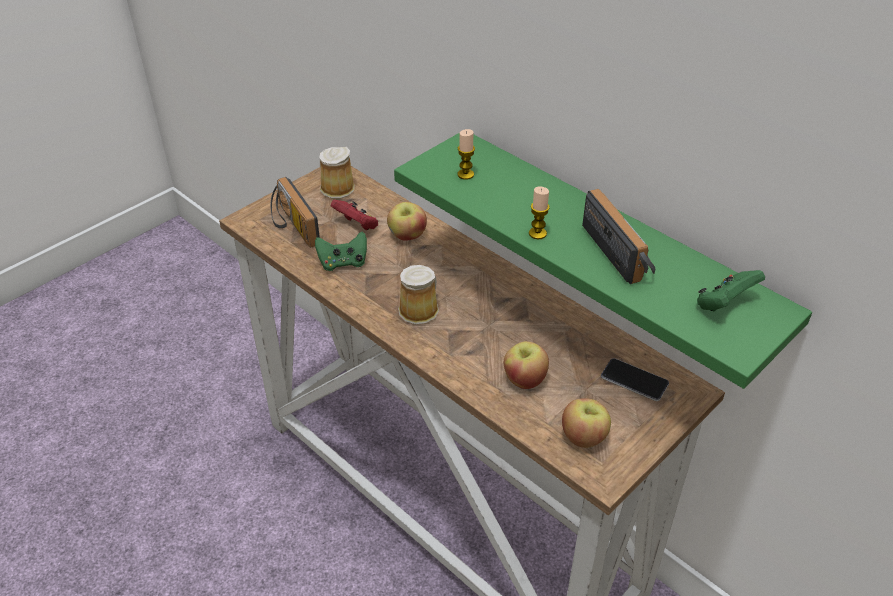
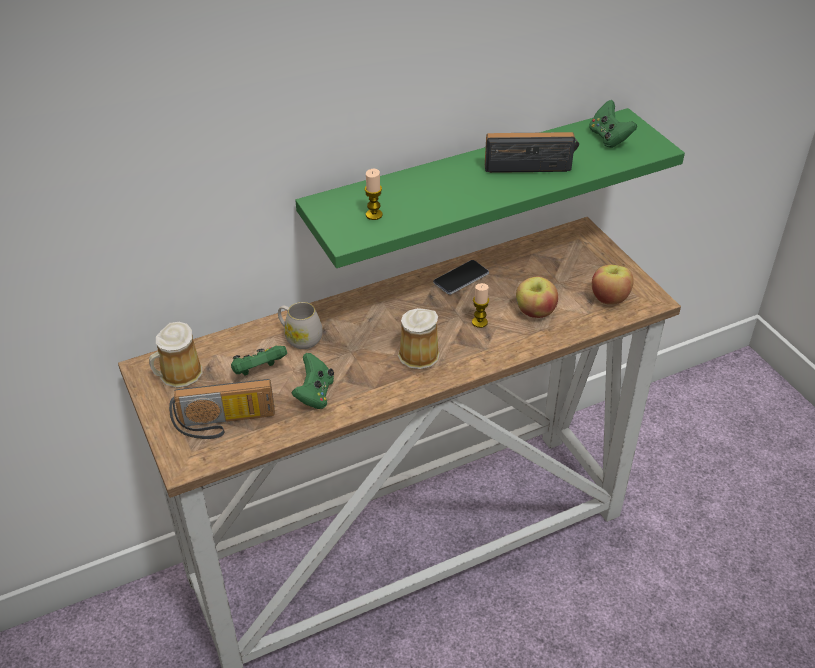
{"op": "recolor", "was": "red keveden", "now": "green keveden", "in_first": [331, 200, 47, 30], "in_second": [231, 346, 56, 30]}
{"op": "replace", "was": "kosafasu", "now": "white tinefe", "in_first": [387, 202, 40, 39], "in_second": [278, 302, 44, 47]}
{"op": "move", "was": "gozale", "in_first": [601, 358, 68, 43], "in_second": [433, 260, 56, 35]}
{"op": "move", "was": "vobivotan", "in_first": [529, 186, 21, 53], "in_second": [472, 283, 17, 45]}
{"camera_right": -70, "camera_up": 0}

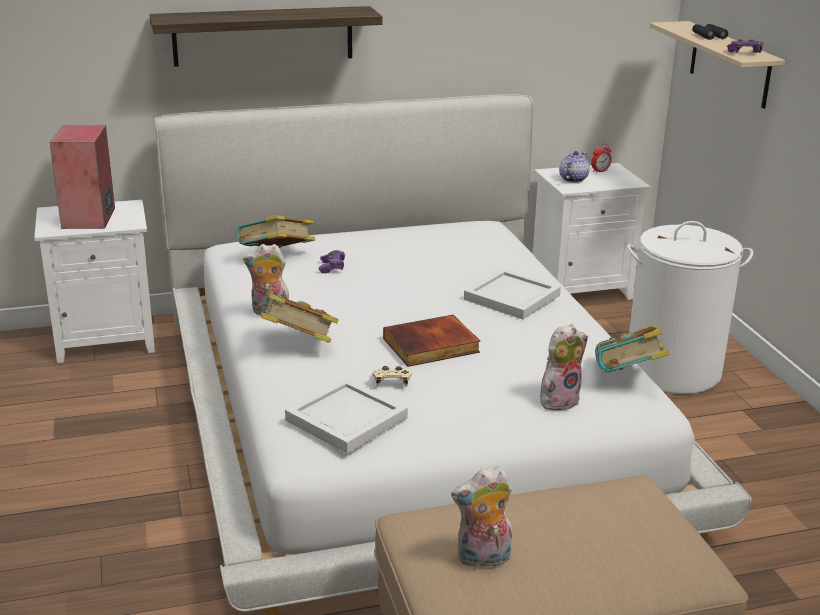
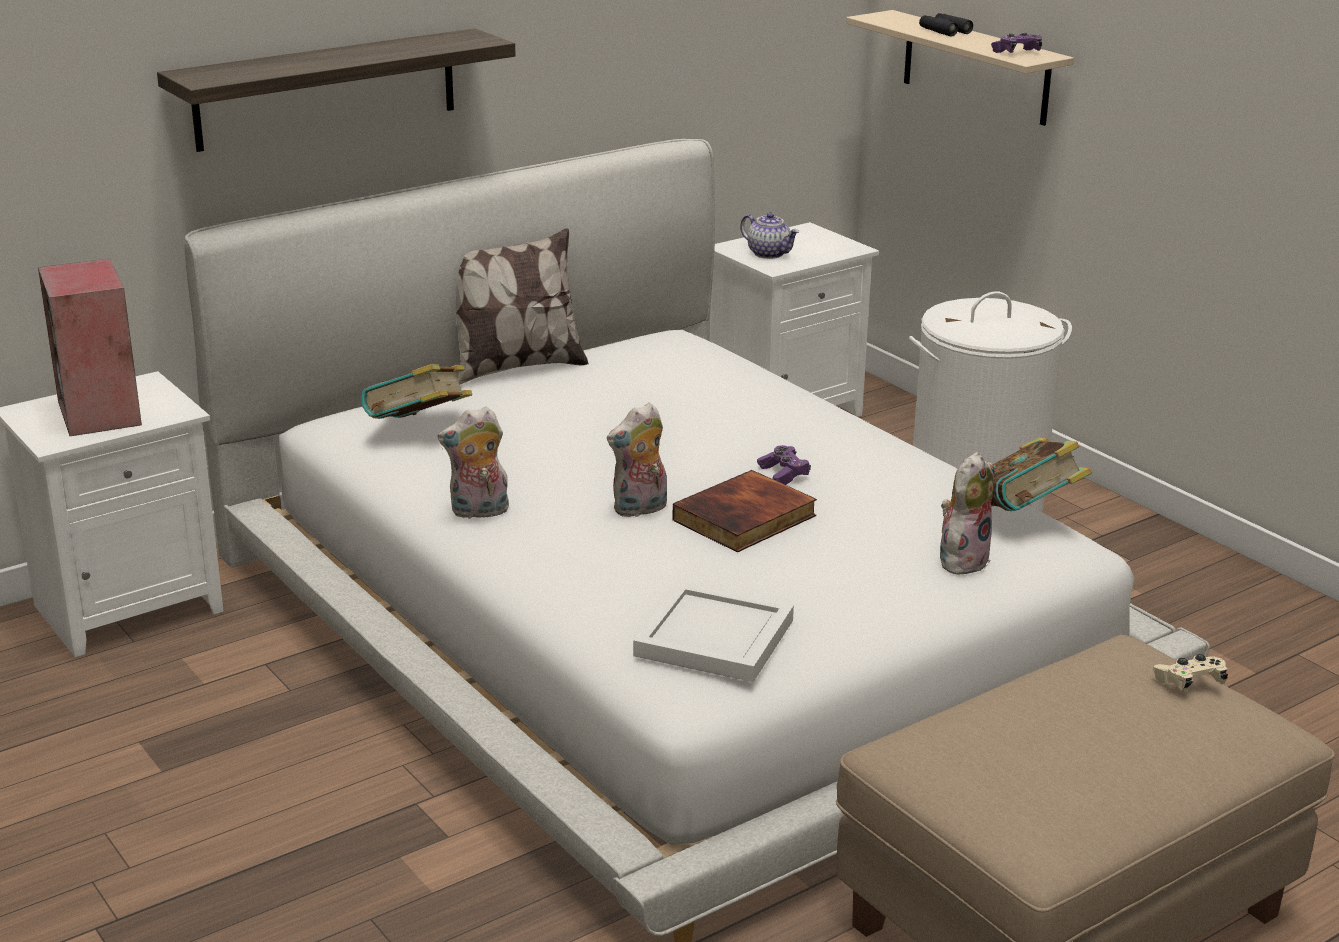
{"op": "insert", "now": "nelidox", "in_second": [455, 228, 134, 157]}
{"op": "move", "was": "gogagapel", "in_first": [451, 467, 61, 101], "in_second": [607, 403, 60, 115]}
{"op": "rotate", "was": "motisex", "in_first": [559, 151, 31, 32], "in_second": [740, 212, 59, 47], "clockwise": 120}
{"op": "move", "was": "purple keveden", "in_first": [319, 250, 26, 23], "in_second": [757, 445, 54, 40]}
{"op": "move", "was": "beige keveden", "in_first": [372, 366, 40, 21], "in_second": [1152, 654, 76, 39]}
{"op": "delete", "was": "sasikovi", "in_first": [256, 292, 83, 51]}
{"op": "delete", "was": "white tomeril", "in_first": [464, 269, 97, 51]}
{"op": "delete", "was": "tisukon", "in_first": [591, 144, 21, 29]}
{"camera_right": -20, "camera_up": 0}

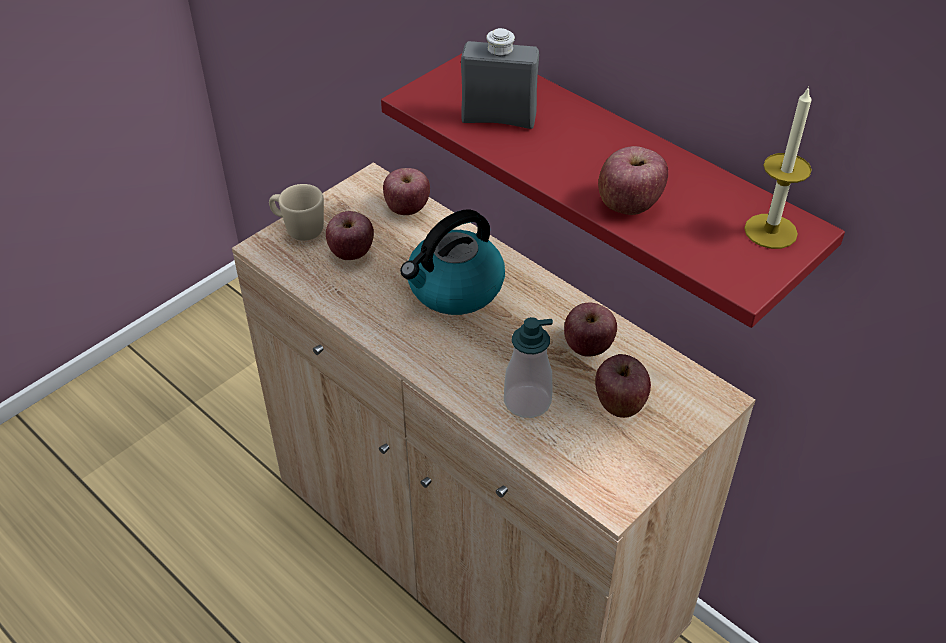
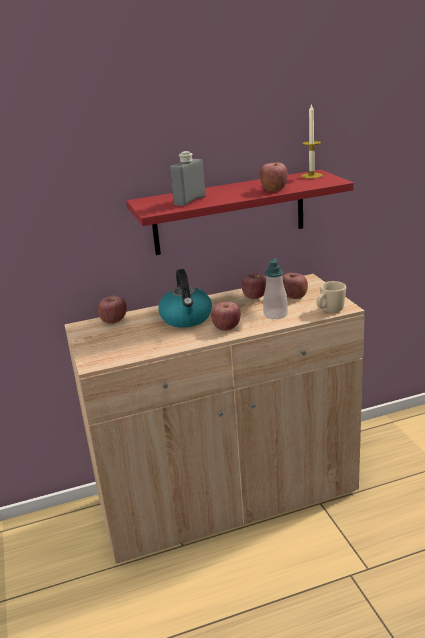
{"op": "move", "was": "kosafasu", "in_first": [326, 211, 48, 49], "in_second": [211, 302, 30, 29]}
{"op": "move", "was": "beige tinefe", "in_first": [269, 184, 55, 57], "in_second": [317, 281, 29, 32]}
{"camera_right": -60, "camera_up": -20}

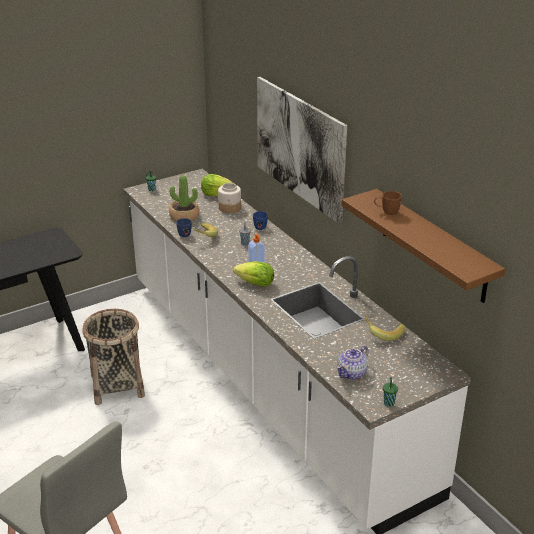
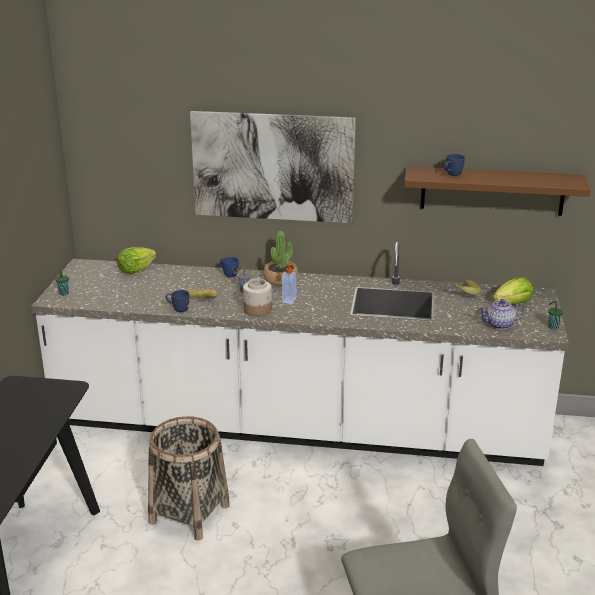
{"op": "move", "was": "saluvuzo", "in_first": [218, 183, 23, 30], "in_second": [243, 278, 29, 38]}
{"op": "move", "was": "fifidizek", "in_first": [169, 175, 30, 46], "in_second": [263, 231, 35, 55]}
{"op": "recolor", "was": "brown tinefe", "now": "blue tinefe", "in_first": [374, 191, 28, 24], "in_second": [444, 154, 21, 22]}
{"op": "rotate", "was": "motisex", "in_first": [337, 346, 32, 34], "in_second": [478, 299, 47, 31], "clockwise": 90}
{"op": "move", "was": "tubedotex", "in_first": [233, 261, 41, 26], "in_second": [493, 277, 40, 27]}
{"camera_right": -50, "camera_up": -5}

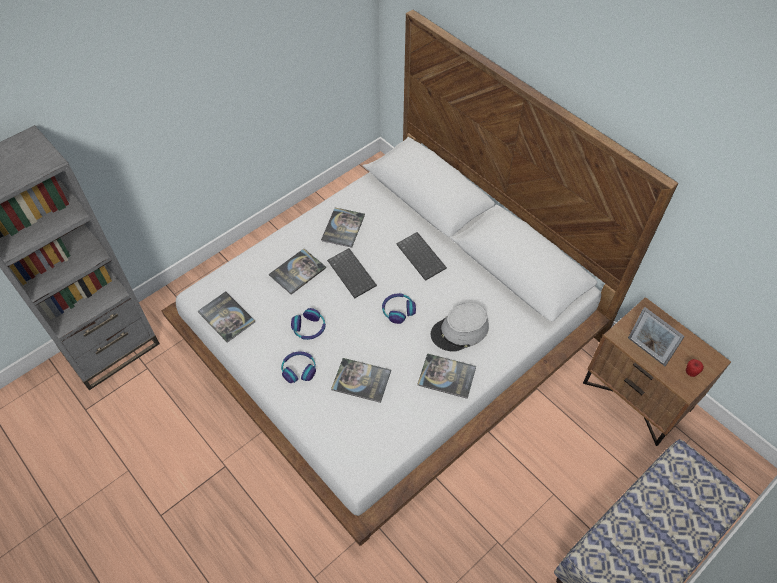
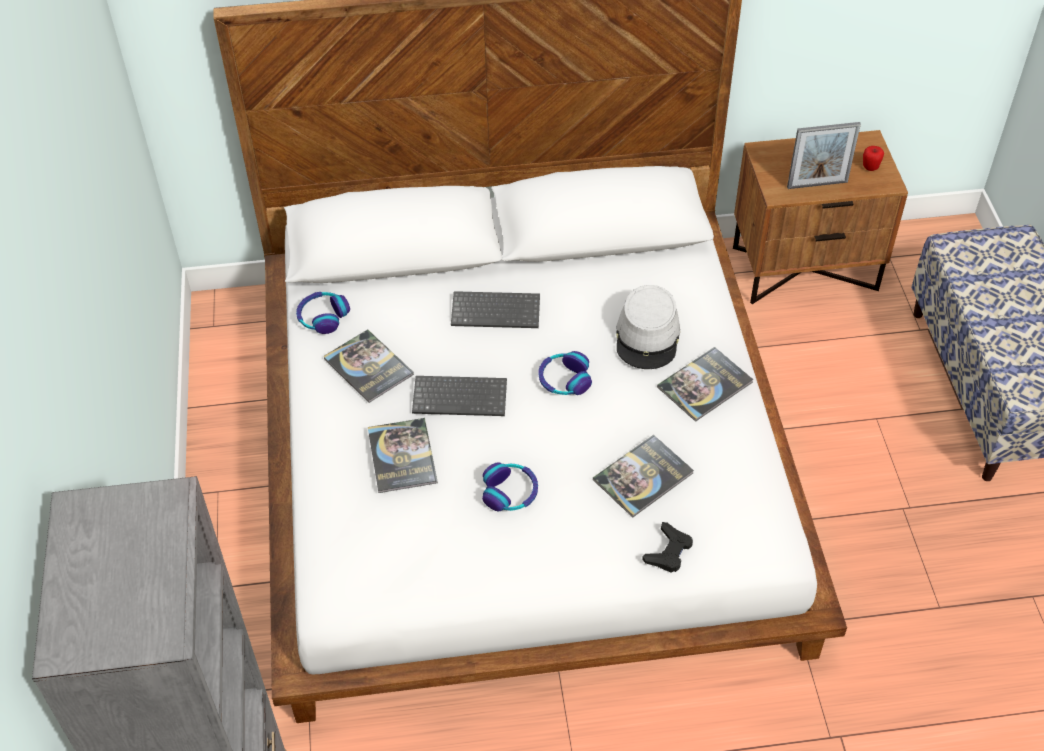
{"op": "move", "was": "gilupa", "in_first": [281, 351, 35, 32], "in_second": [296, 292, 54, 42]}
{"op": "insert", "now": "black keveden", "in_second": [642, 522, 51, 51]}
{"op": "delete", "was": "sasikovi", "in_first": [198, 291, 57, 52]}
{"camera_right": -55, "camera_up": -5}

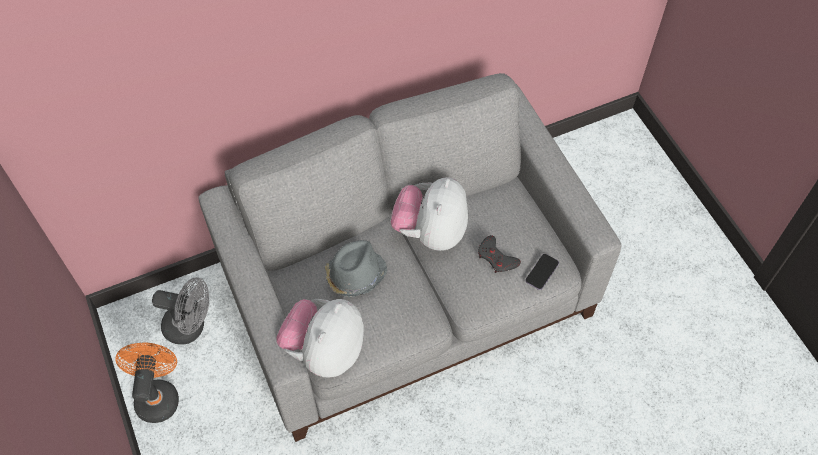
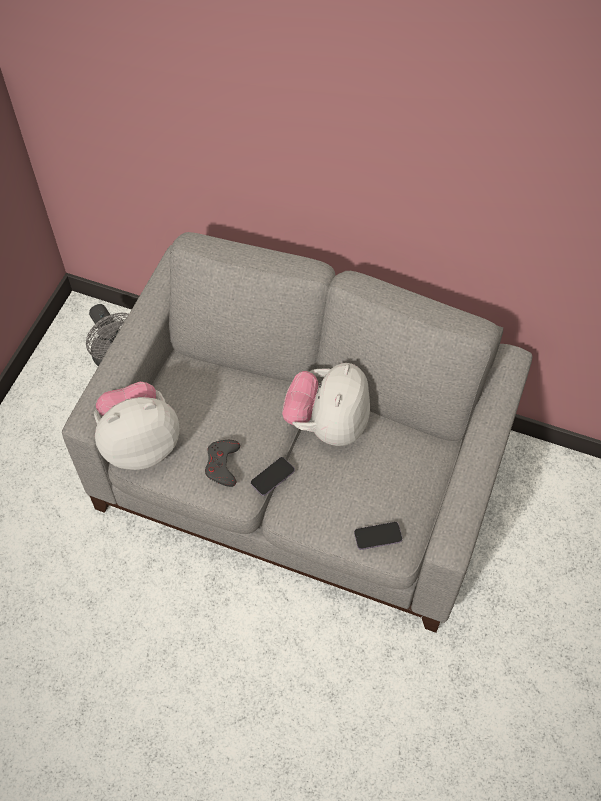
{"op": "move", "was": "grey keveden", "in_first": [478, 235, 43, 38], "in_second": [205, 440, 35, 47]}
{"op": "insert", "now": "gozale", "in_second": [251, 457, 44, 39]}
{"op": "rotate", "was": "gogagapel", "in_first": [390, 177, 78, 74], "in_second": [282, 363, 88, 83], "clockwise": -45}
{"op": "delete", "was": "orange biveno", "in_first": [116, 343, 63, 80]}
{"op": "delete", "was": "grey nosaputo", "in_first": [325, 240, 62, 57]}
{"camera_right": 45, "camera_up": 0}

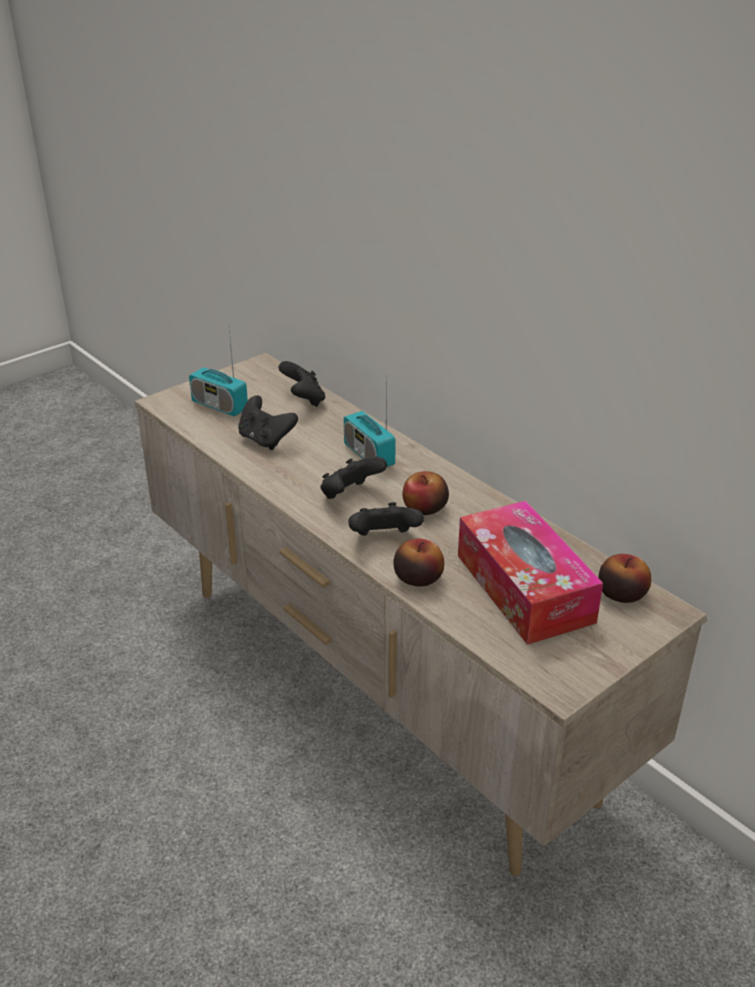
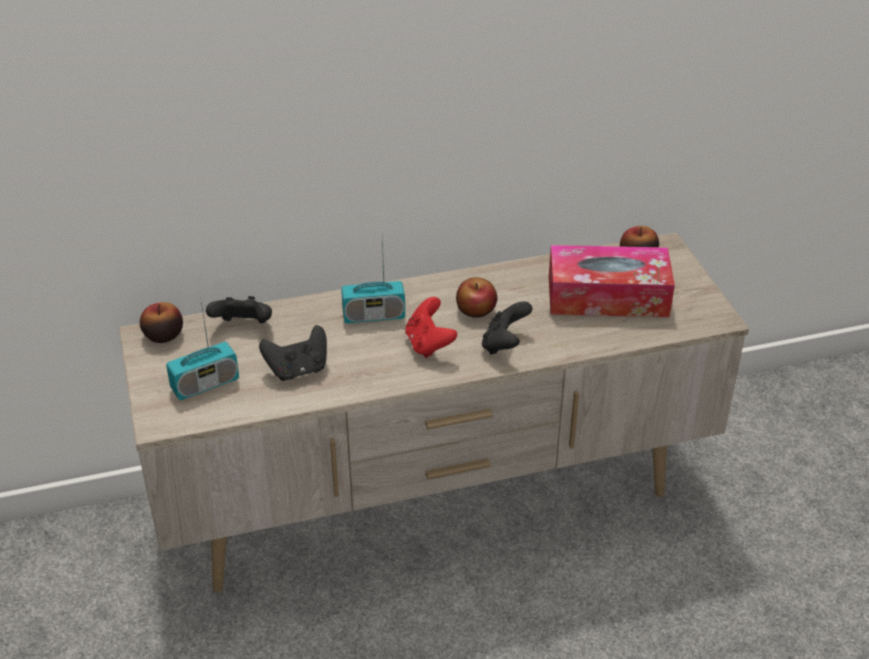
{"op": "move", "was": "kosafasu", "in_first": [393, 538, 51, 48], "in_second": [140, 302, 43, 41]}
{"op": "recolor", "was": "black keveden", "now": "red keveden", "in_first": [320, 457, 67, 42], "in_second": [405, 297, 52, 61]}
{"camera_right": -65, "camera_up": 5}

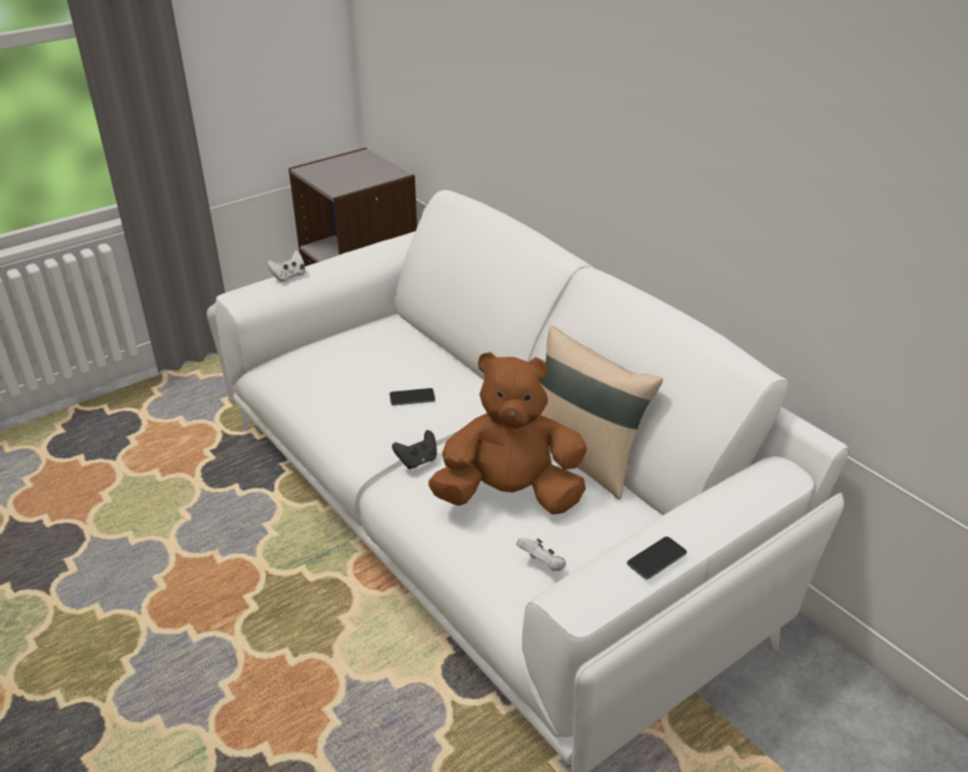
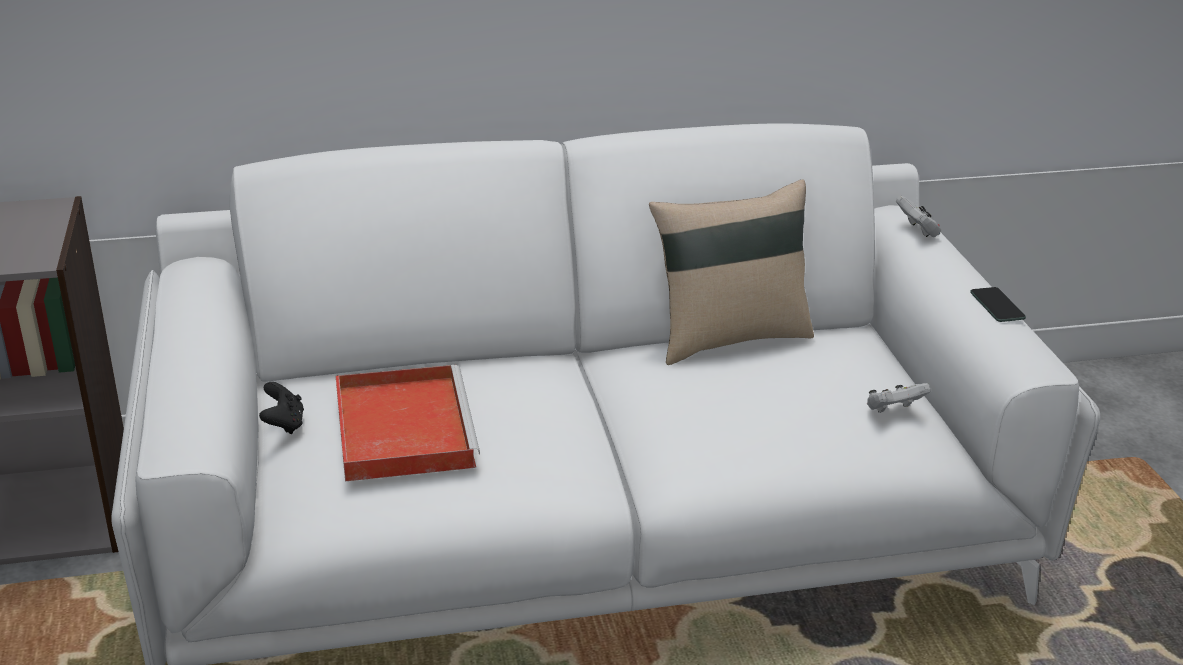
{"op": "move", "was": "black keveden", "in_first": [392, 430, 45, 39], "in_second": [259, 382, 45, 52]}
{"op": "insert", "now": "red tomeril", "in_second": [336, 365, 144, 116]}
{"op": "move", "was": "white keveden", "in_first": [266, 250, 40, 32], "in_second": [896, 195, 45, 42]}
{"op": "delete", "was": "gozale", "in_first": [390, 388, 45, 17]}
{"op": "delete", "was": "brown gogagapel", "in_first": [428, 352, 158, 163]}
{"camera_right": -65, "camera_up": -5}

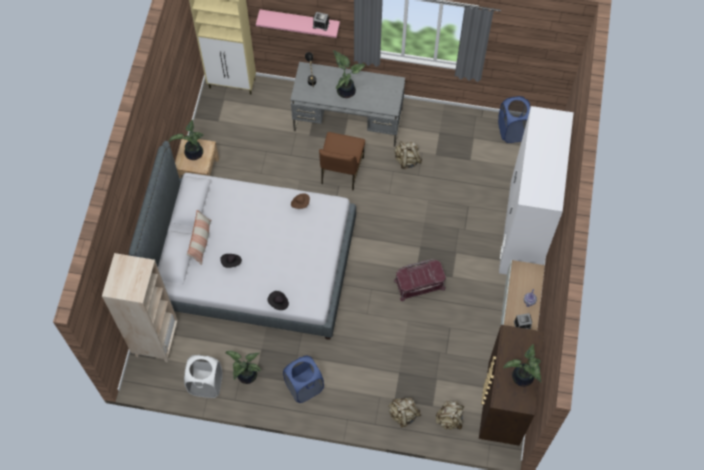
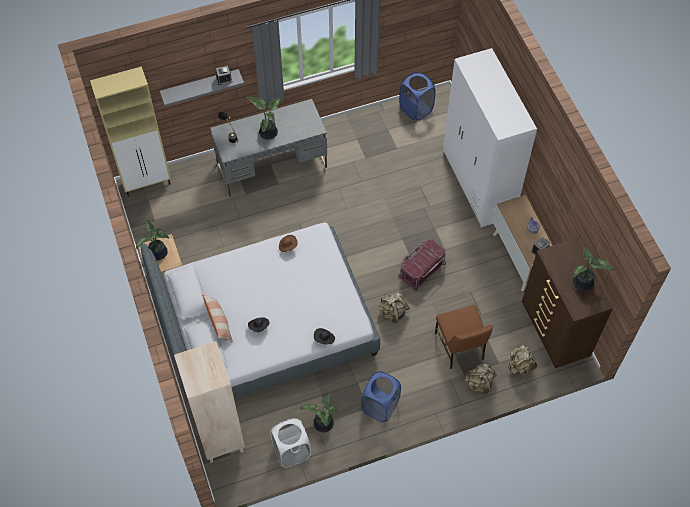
{"op": "recolor", "was": "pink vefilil", "now": "grey vefilil", "in_first": [256, 10, 84, 28], "in_second": [160, 69, 84, 38]}
{"op": "move", "was": "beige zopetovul", "in_first": [394, 142, 28, 27], "in_second": [378, 292, 32, 31]}
{"op": "move", "was": "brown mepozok", "in_first": [319, 132, 46, 59], "in_second": [435, 305, 58, 64]}
{"camera_right": -30, "camera_up": -5}

